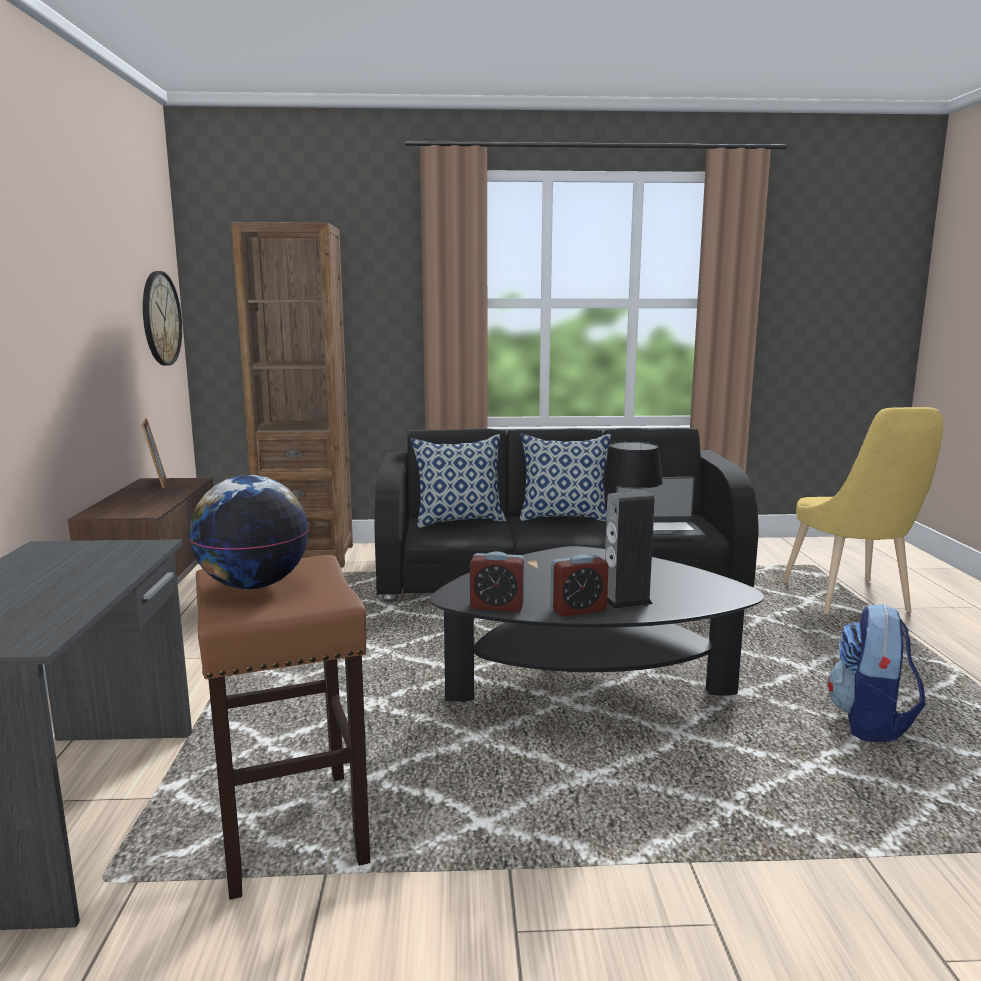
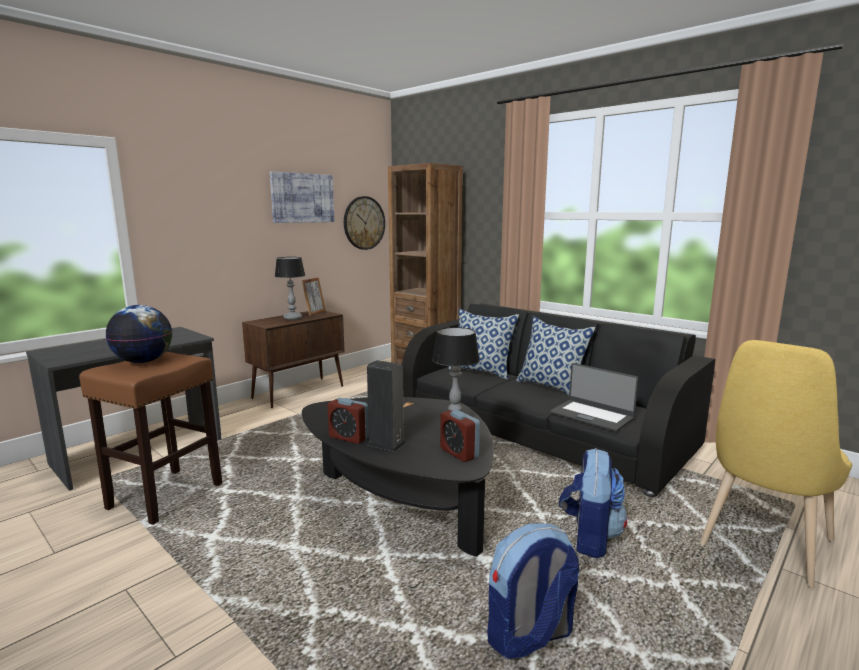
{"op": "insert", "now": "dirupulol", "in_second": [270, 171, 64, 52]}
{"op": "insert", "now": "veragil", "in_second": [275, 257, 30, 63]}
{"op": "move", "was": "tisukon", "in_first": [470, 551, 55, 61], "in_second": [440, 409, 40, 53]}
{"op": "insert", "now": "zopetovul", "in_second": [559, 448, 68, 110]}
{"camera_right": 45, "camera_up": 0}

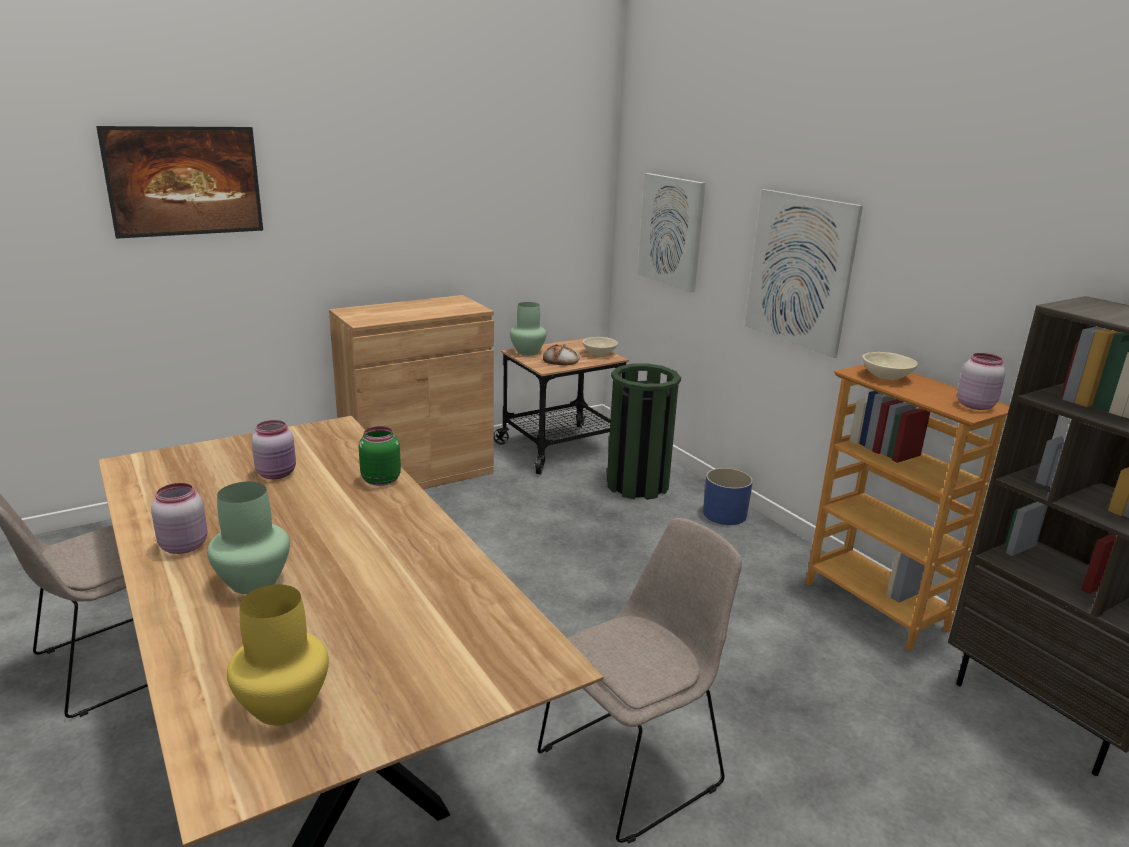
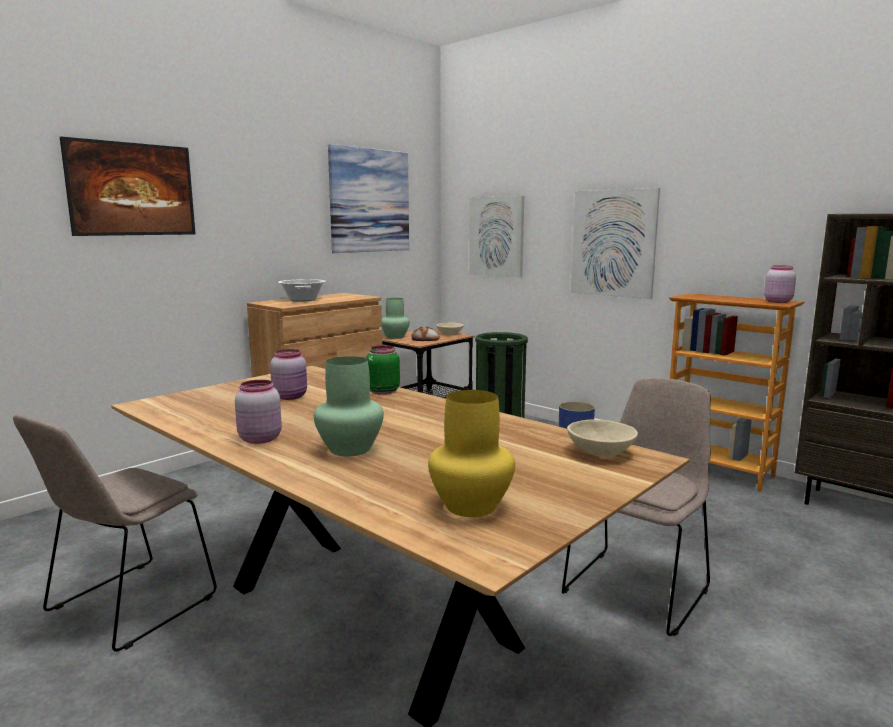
{"op": "insert", "now": "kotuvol", "in_second": [278, 279, 48, 22]}
{"op": "insert", "now": "dirupulol", "in_second": [328, 144, 81, 109]}
{"op": "move", "was": "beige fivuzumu", "in_first": [862, 352, 56, 28], "in_second": [567, 419, 71, 38]}
{"camera_right": -15, "camera_up": -10}

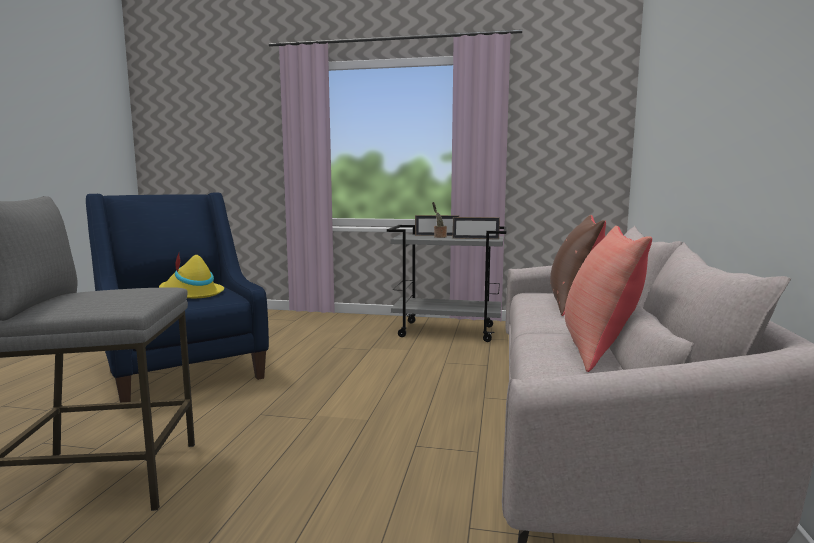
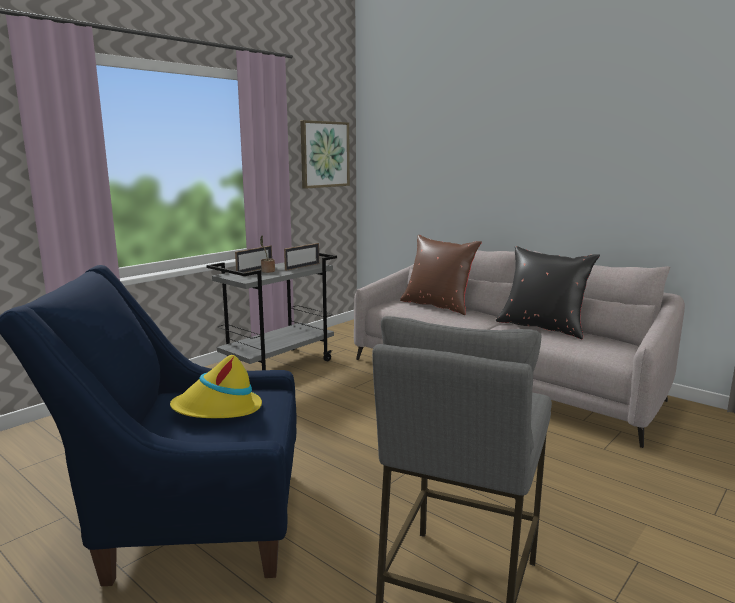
{"op": "insert", "now": "dirupulol", "in_second": [300, 120, 50, 69]}
{"op": "recolor", "was": "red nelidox", "now": "black nelidox", "in_first": [565, 226, 87, 146], "in_second": [496, 246, 104, 93]}
{"camera_right": -60, "camera_up": 5}

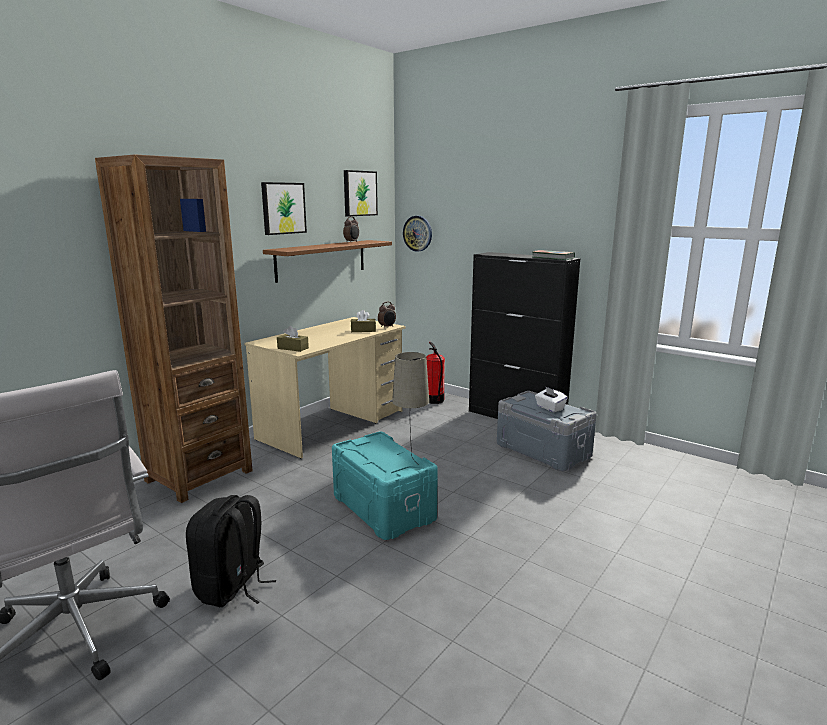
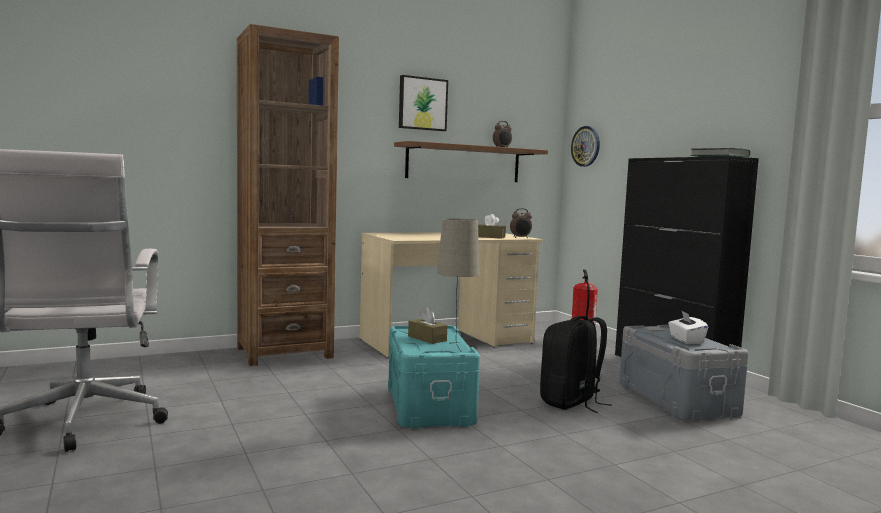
{"op": "move", "was": "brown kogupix", "in_first": [277, 326, 32, 26], "in_second": [408, 307, 39, 37]}
{"op": "move", "was": "black zopetovul", "in_first": [186, 495, 90, 112], "in_second": [540, 316, 72, 97]}
{"op": "delete", "was": "dirupulol", "in_first": [344, 170, 34, 46]}
{"camera_right": 25, "camera_up": -10}

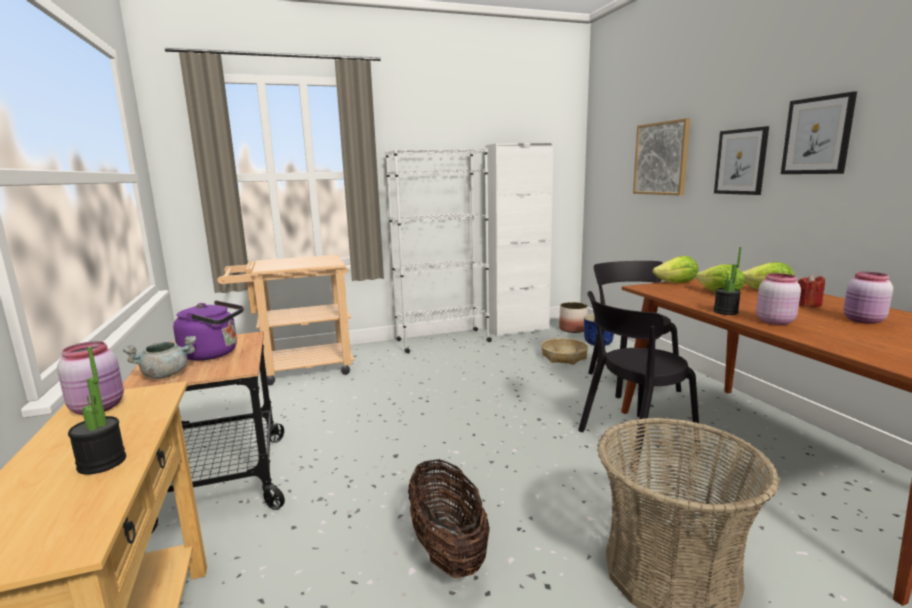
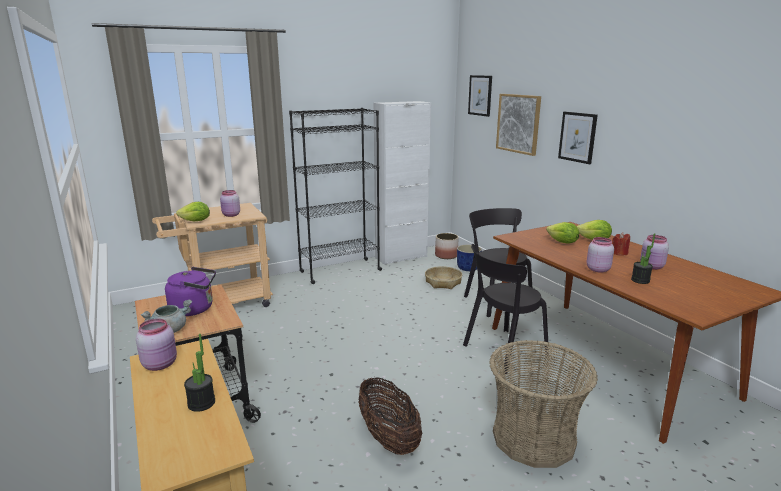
{"op": "move", "was": "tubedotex", "in_first": [653, 256, 45, 27], "in_second": [176, 202, 34, 19]}
{"op": "insert", "now": "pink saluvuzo", "in_second": [220, 190, 20, 27]}
{"op": "recolor", "was": "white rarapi", "now": "black rarapi", "in_first": [385, 148, 107, 205], "in_second": [289, 108, 93, 176]}
{"op": "move", "was": "dirupulol", "in_first": [781, 91, 76, 83], "in_second": [468, 75, 24, 42]}
{"op": "move", "was": "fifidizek", "in_first": [713, 247, 29, 68], "in_second": [631, 233, 24, 51]}
{"camera_right": -10, "camera_up": 5}

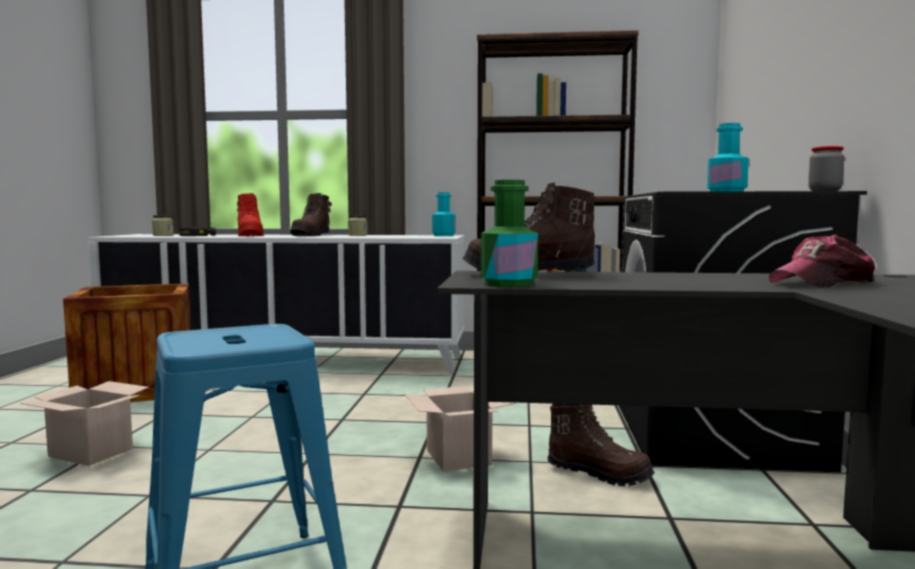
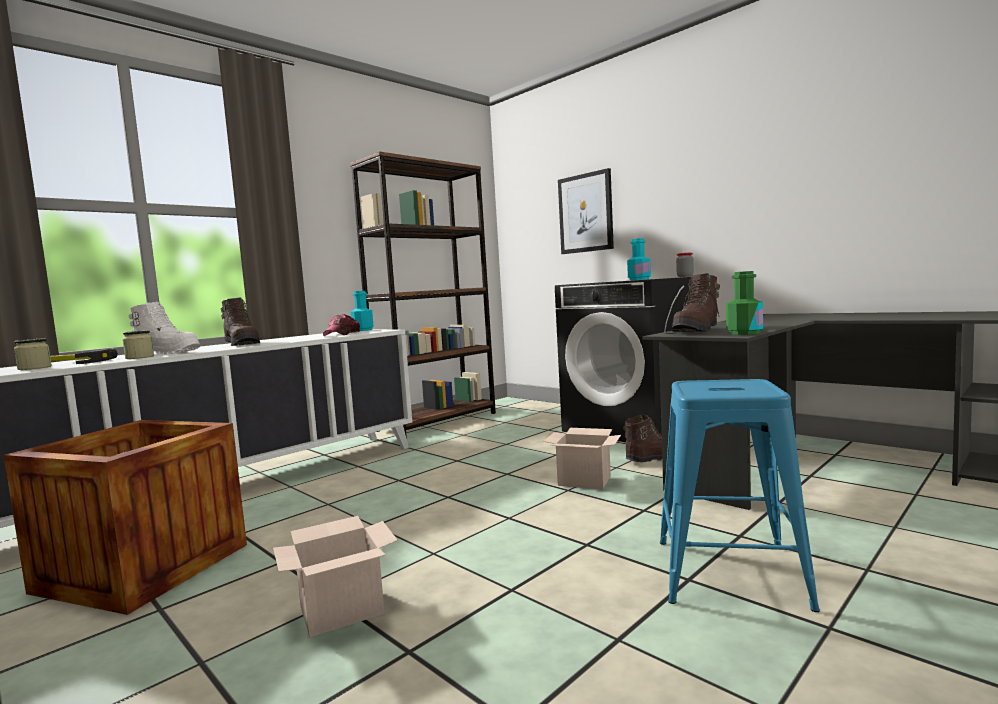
{"op": "move", "was": "saluvuzo", "in_first": [348, 215, 19, 21], "in_second": [122, 330, 32, 29]}
{"op": "recolor", "was": "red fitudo", "now": "white fitudo", "in_first": [237, 193, 27, 43], "in_second": [129, 302, 71, 52]}
{"op": "move", "was": "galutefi", "in_first": [769, 235, 106, 52], "in_second": [323, 314, 37, 22]}
{"op": "insert", "now": "dirupulol", "in_second": [558, 168, 56, 86]}
{"camera_right": -50, "camera_up": 0}

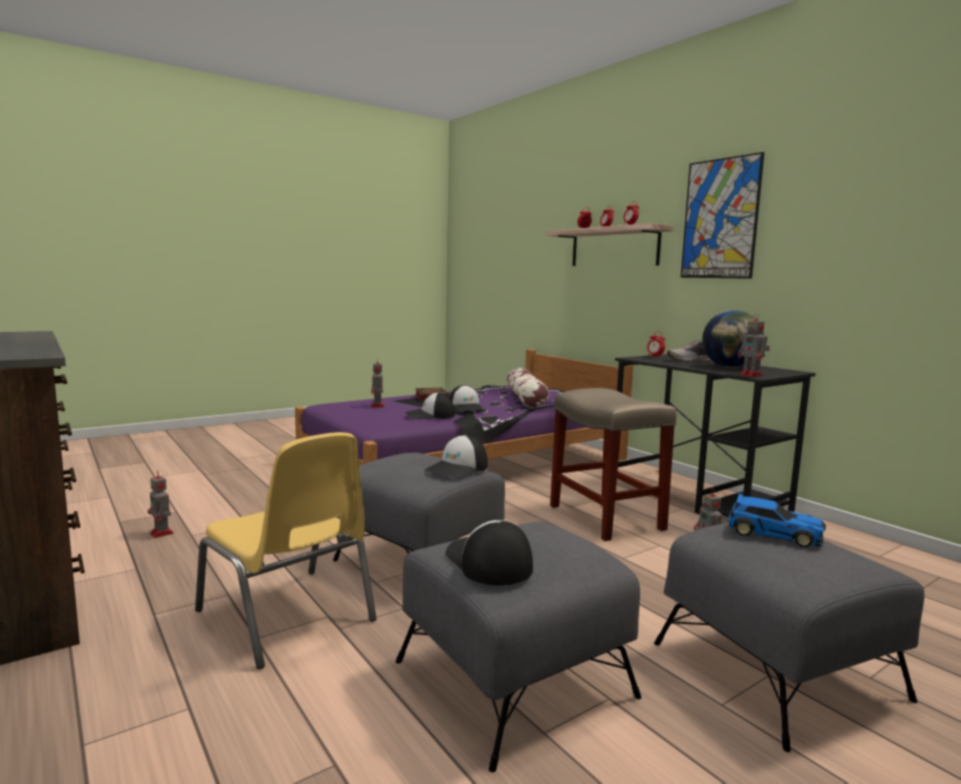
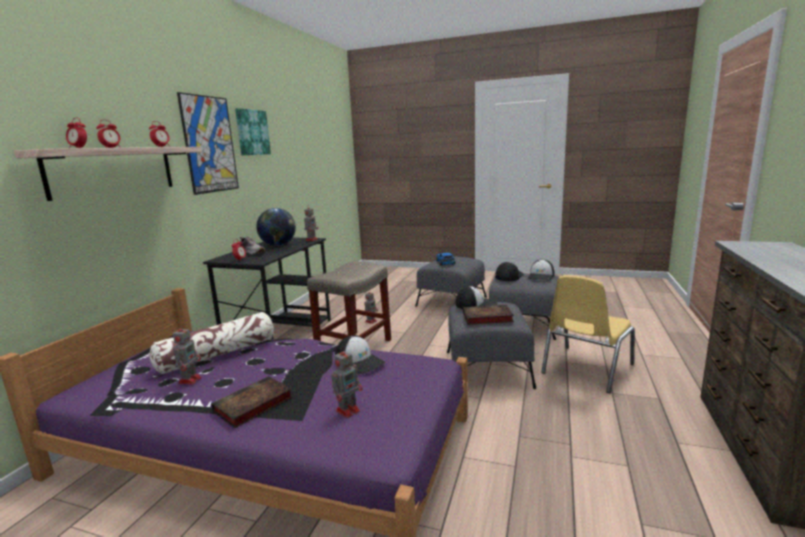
{"op": "move", "was": "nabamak", "in_first": [148, 470, 26, 68], "in_second": [173, 324, 29, 61]}
{"op": "insert", "now": "dirupulol", "in_second": [235, 108, 36, 47]}
{"op": "insert", "now": "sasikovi", "in_second": [463, 305, 51, 20]}
{"op": "move", "was": "galutefi", "in_first": [449, 385, 36, 27], "in_second": [495, 262, 29, 19]}
{"op": "rotate", "was": "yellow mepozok", "in_first": [195, 432, 182, 237], "in_second": [541, 275, 94, 118], "clockwise": -150}
{"camera_right": -125, "camera_up": 5}

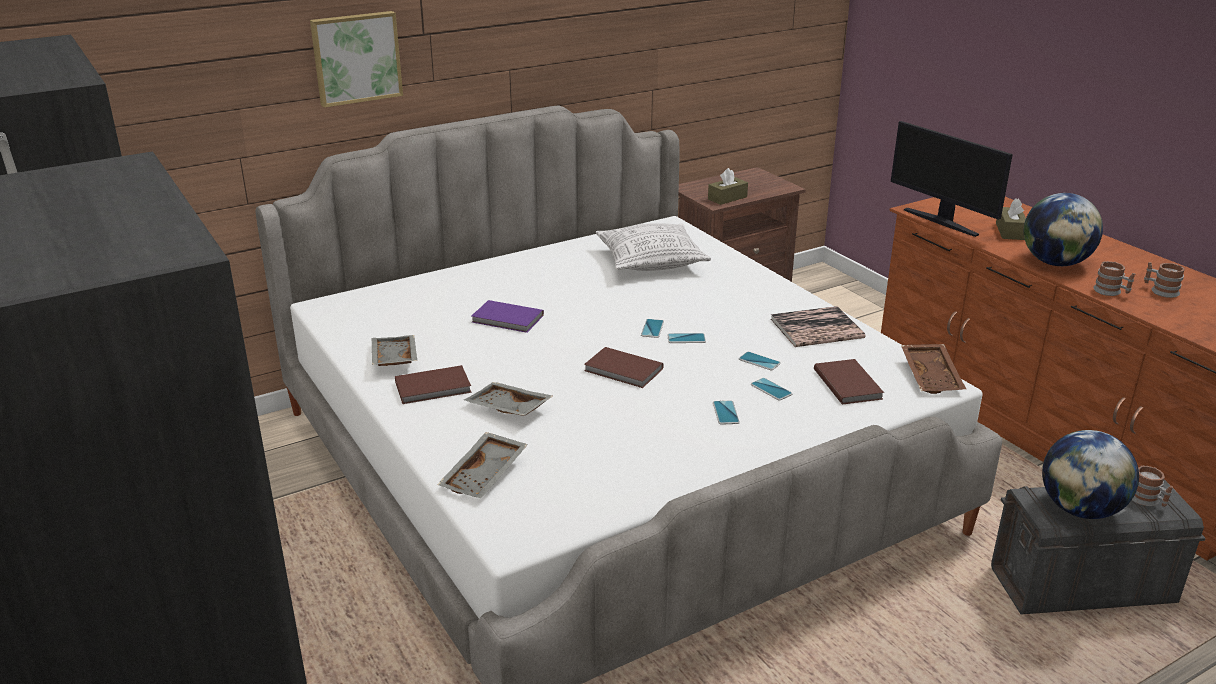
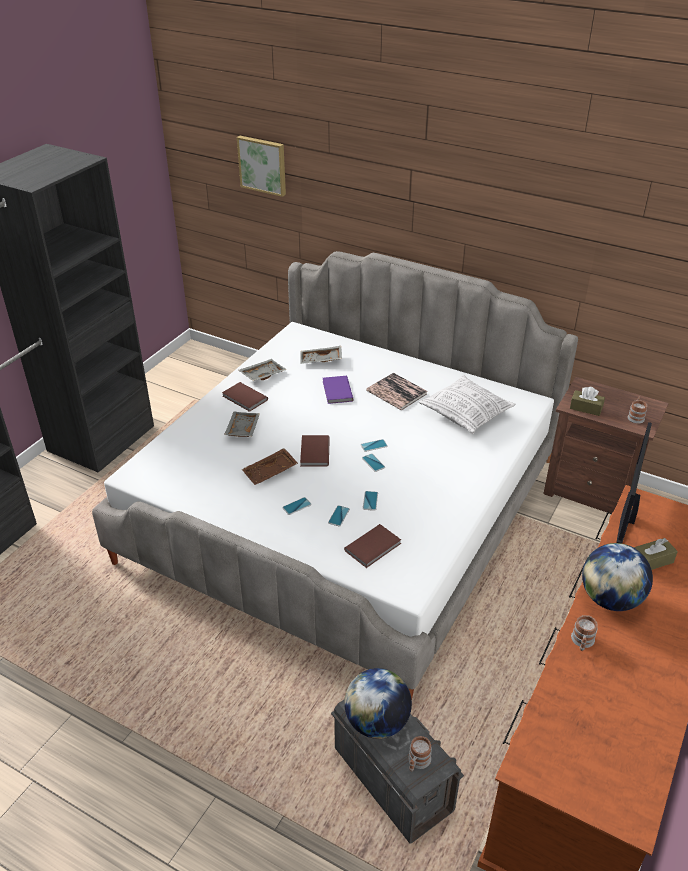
{"op": "move", "was": "dirupulol", "in_first": [310, 11, 93, 97], "in_second": [237, 136, 49, 61]}
{"op": "move", "was": "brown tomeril", "in_first": [901, 344, 65, 50], "in_second": [242, 448, 56, 37]}
{"op": "move", "was": "grey tomeril", "in_first": [437, 432, 91, 66], "in_second": [300, 346, 42, 18]}
{"op": "move", "was": "sasikovi", "in_first": [771, 306, 94, 41], "in_second": [366, 373, 61, 37]}
{"op": "move", "was": "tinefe", "in_first": [1144, 262, 41, 36], "in_second": [628, 397, 19, 27]}
{"camera_right": 60, "camera_up": 10}

